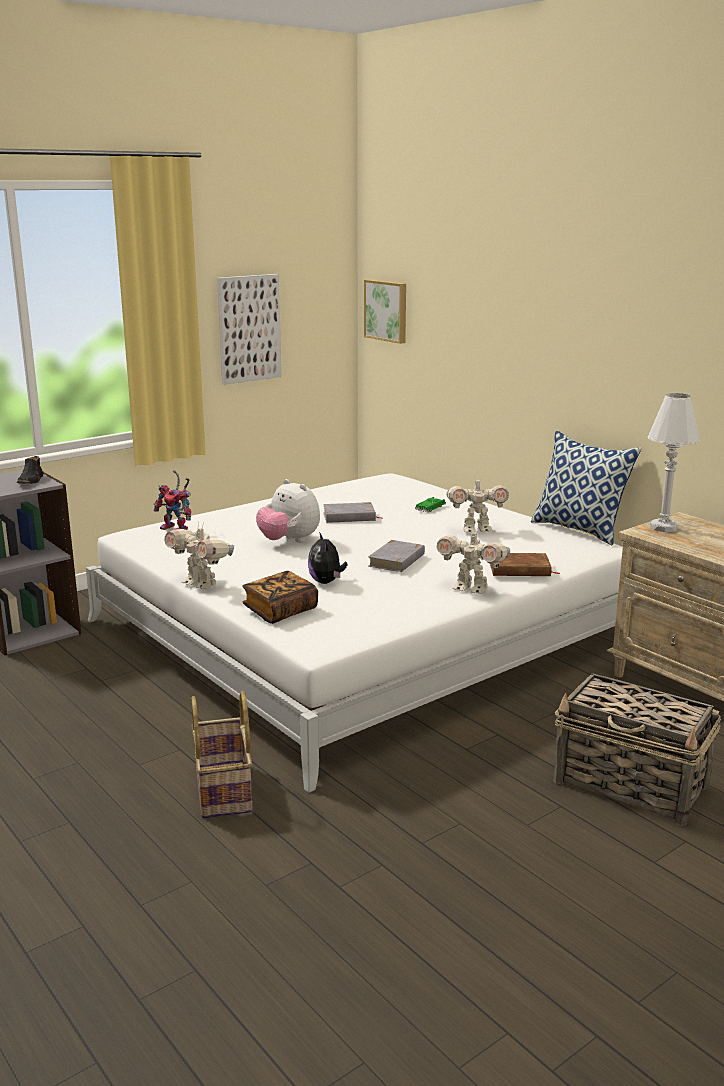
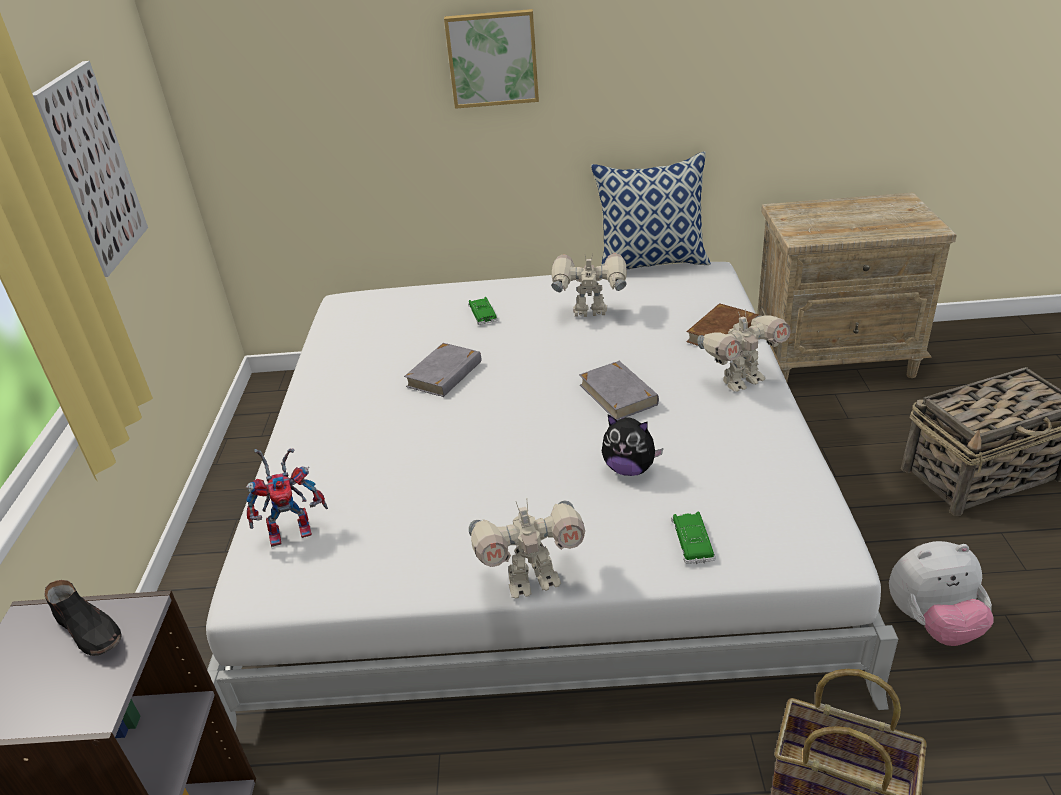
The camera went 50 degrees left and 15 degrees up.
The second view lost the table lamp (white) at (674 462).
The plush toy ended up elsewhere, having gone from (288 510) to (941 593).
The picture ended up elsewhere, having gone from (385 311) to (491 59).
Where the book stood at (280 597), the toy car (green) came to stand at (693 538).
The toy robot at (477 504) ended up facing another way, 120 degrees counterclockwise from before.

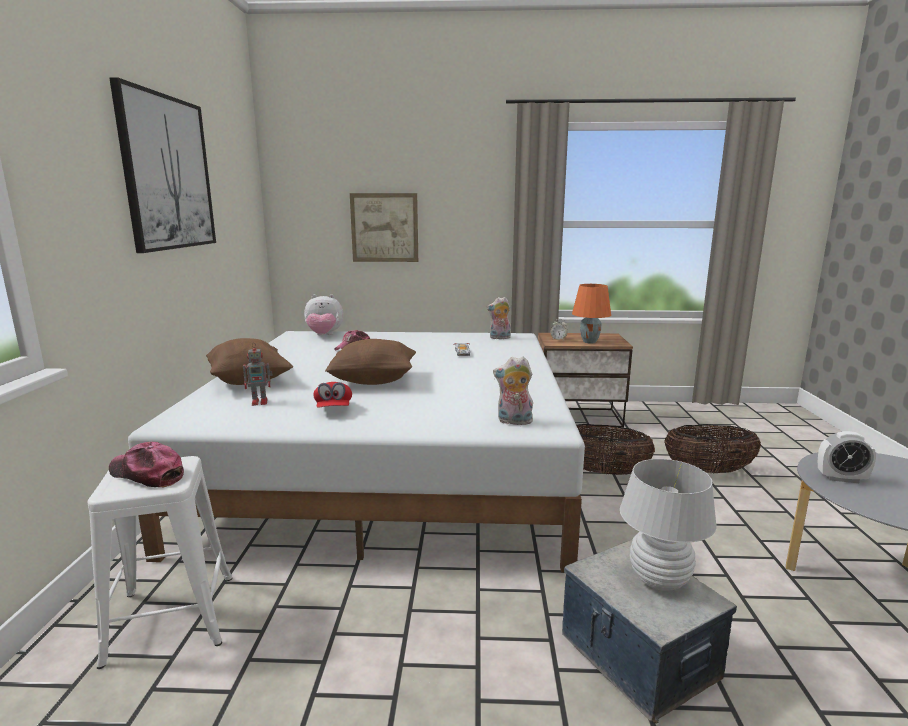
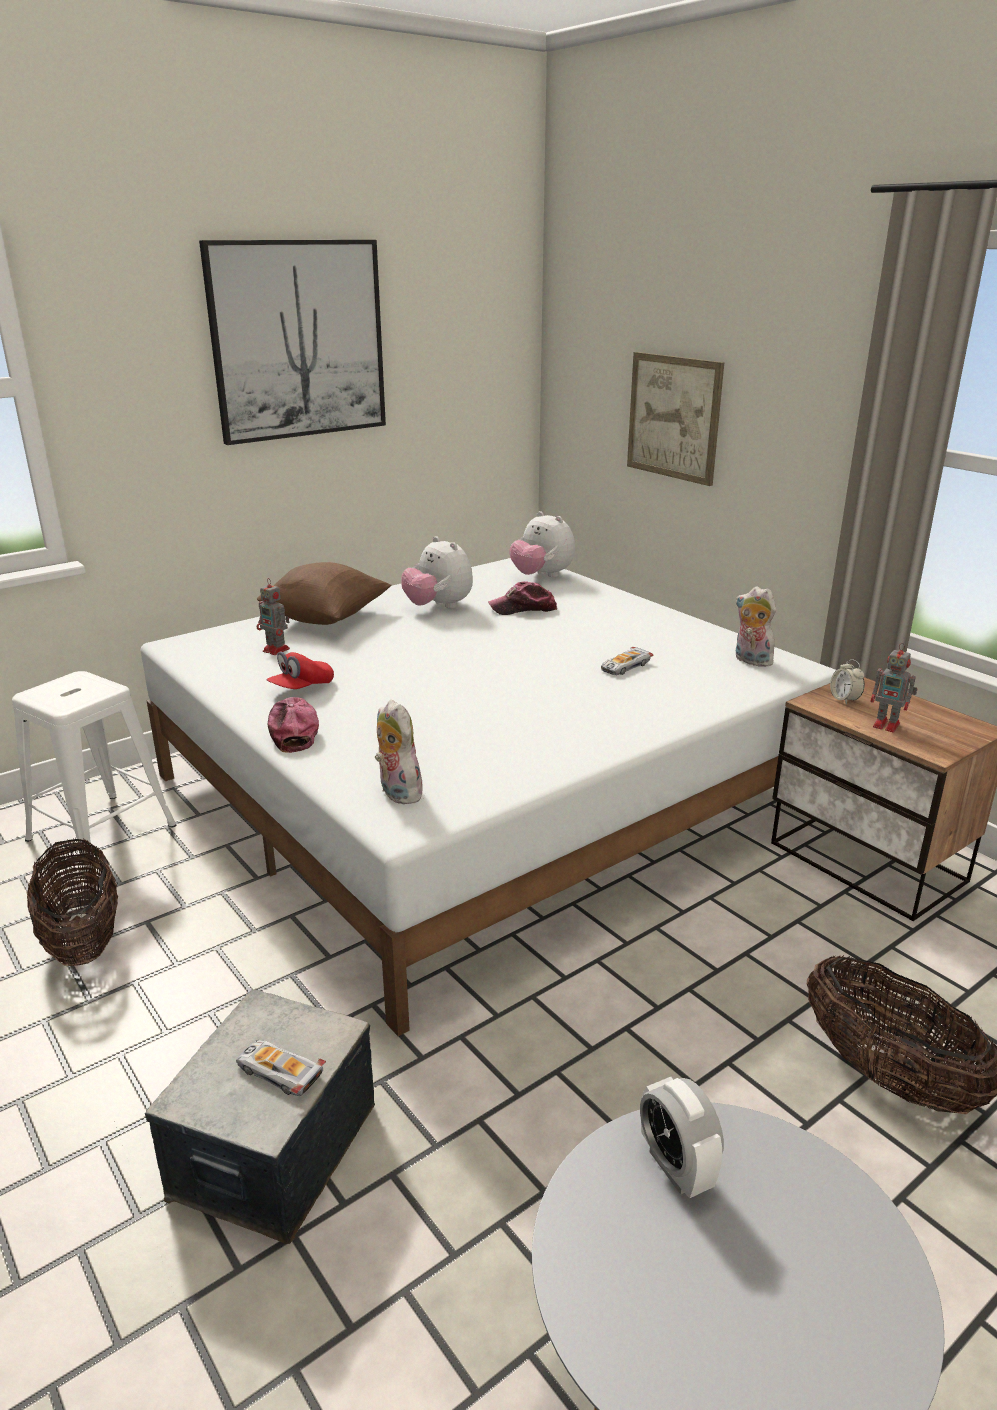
The camera went 50 degrees right and 10 degrees up.
The second view lost the pillow (brown) at (370 362).
The second view gained the plush toy at (437 572).
The cap ended up elsewhere, having gone from (146 464) to (293 725).
The basket ended up elsewhere, having gone from (615 449) to (72 902).
Where the table lamp (orange) stood at (591 313), the toy robot came to stand at (894 687).
Where the table lamp (white) stood at (668 525), the toy car came to stand at (281 1068).

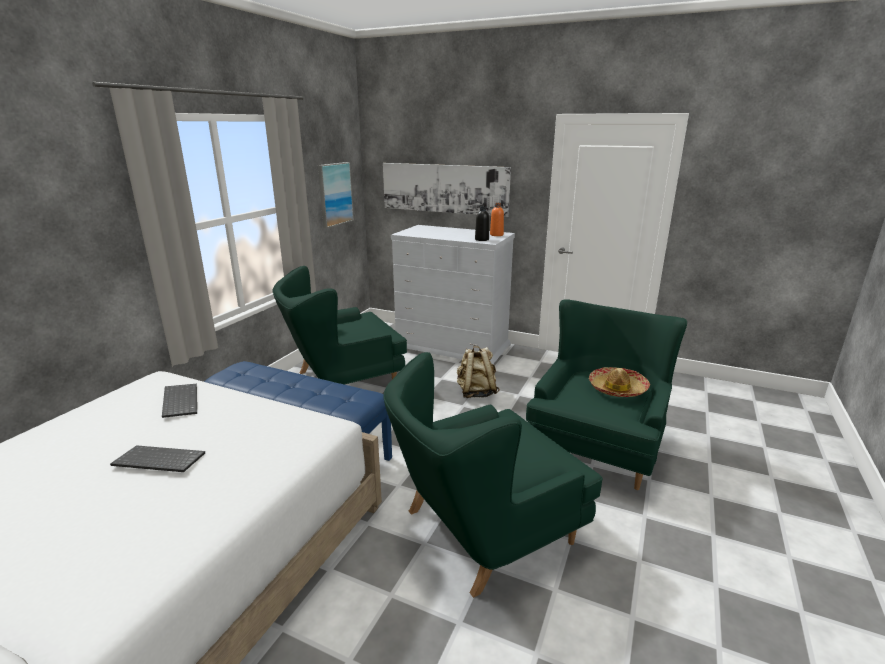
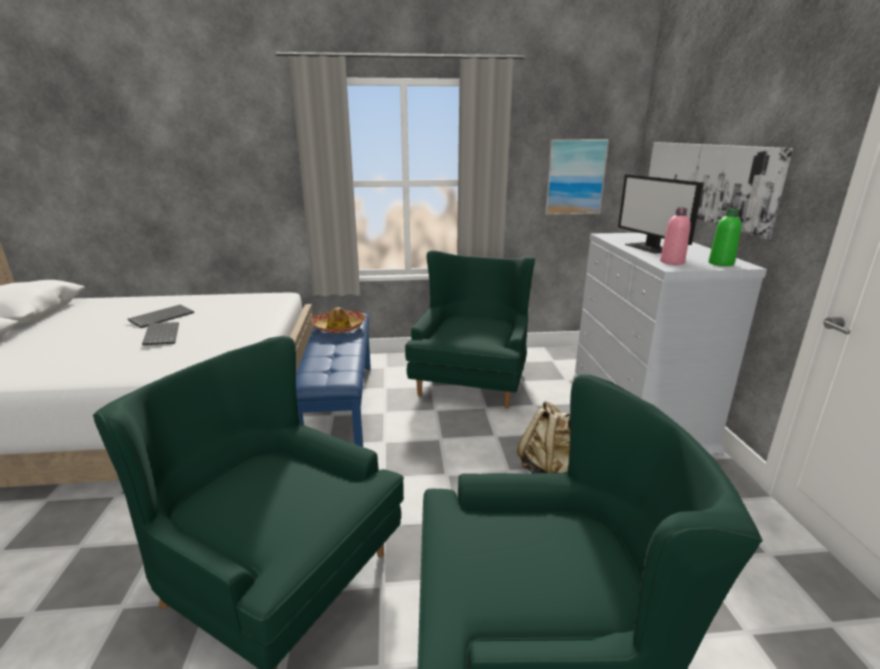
The camera went 60 degrees right and 0 degrees up.
The second view gained the monitor at (661 214).
The keyboard ended up elsewhere, having gone from (179 401) to (161 316).
The hat ended up elsewhere, having gone from (619 382) to (338 320).
What was the bottle (black) at (482 223) turned into the bottle (pink) at (675 236).
What was the bottle (orange) at (497 219) turned into the bottle (green) at (725 237).
The armchair (green) at (340 325) ended up facing another way, 75 degrees clockwise from before.

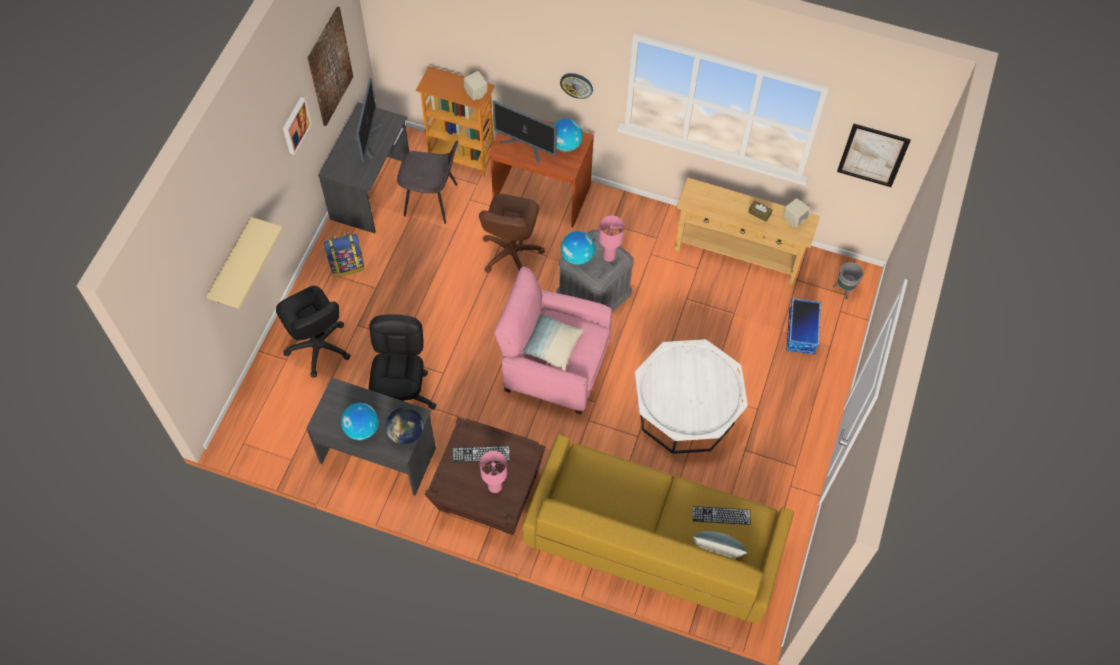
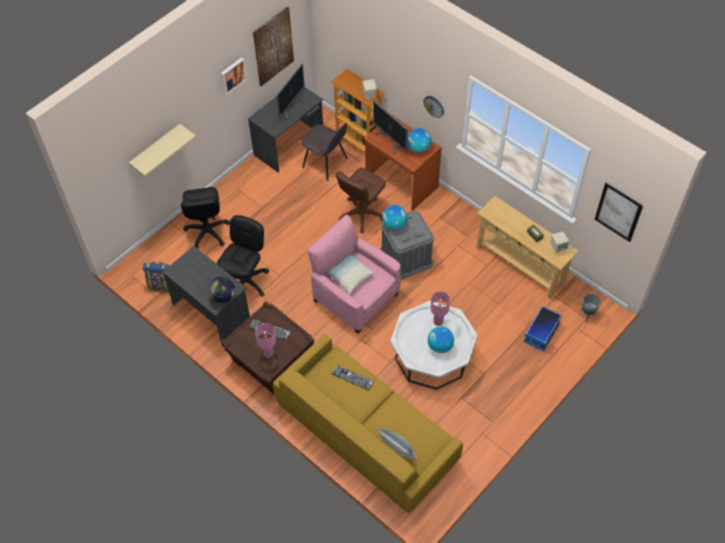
The camera went 25 degrees right and 5 degrees down.
The backpack ended up elsewhere, having gone from (344 255) to (156 277).
The globe ended up elsewhere, having gone from (360 421) to (441 340).
The table lamp (pink) ended up elsewhere, having gone from (611 238) to (440 308).
The keyboard ended up elsewhere, having gone from (721 515) to (353 377).

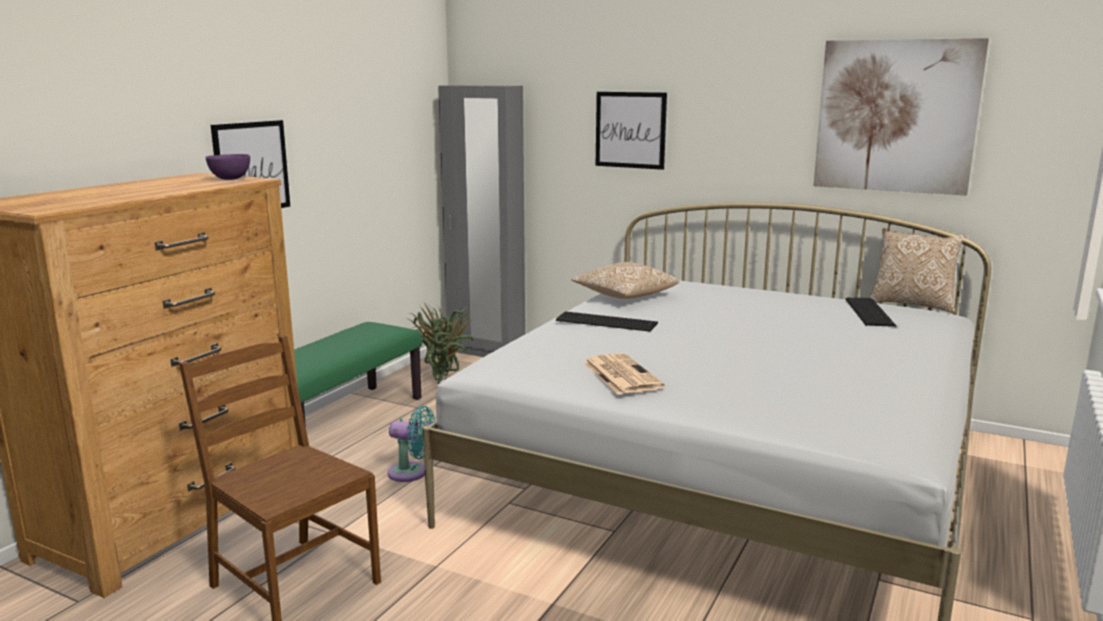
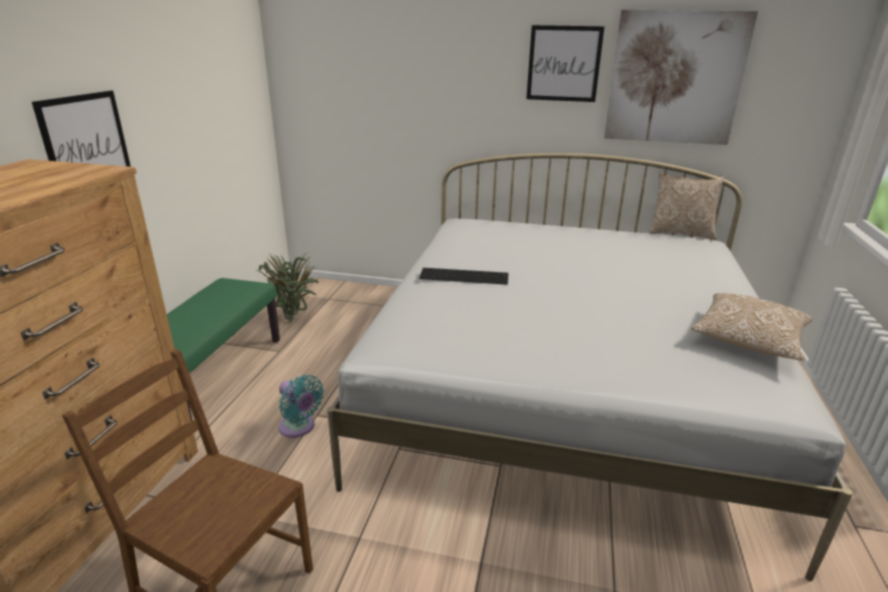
The camera went 15 degrees left and 10 degrees up.
The second view lost the bowl (purple) at (227 167).
The second view lost the wardrobe (grey) at (481 221).
The second view lost the newspaper at (624 374).
The second view lost the keyboard at (870 312).
The pillow ended up elsewhere, having gone from (625 280) to (751 327).
The picture ended up elsewhere, having gone from (631 131) to (565 63).
The fan (turquoise) at (411 444) ended up facing another way, 45 degrees clockwise from before.

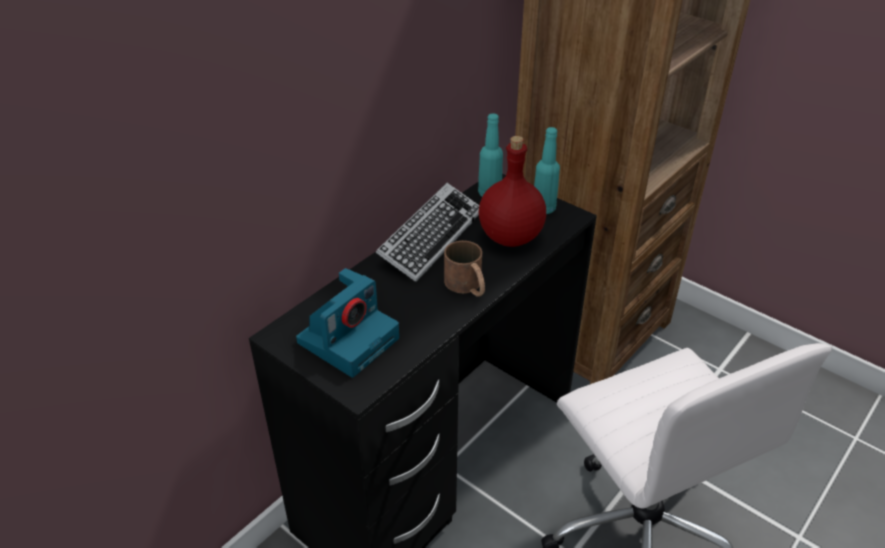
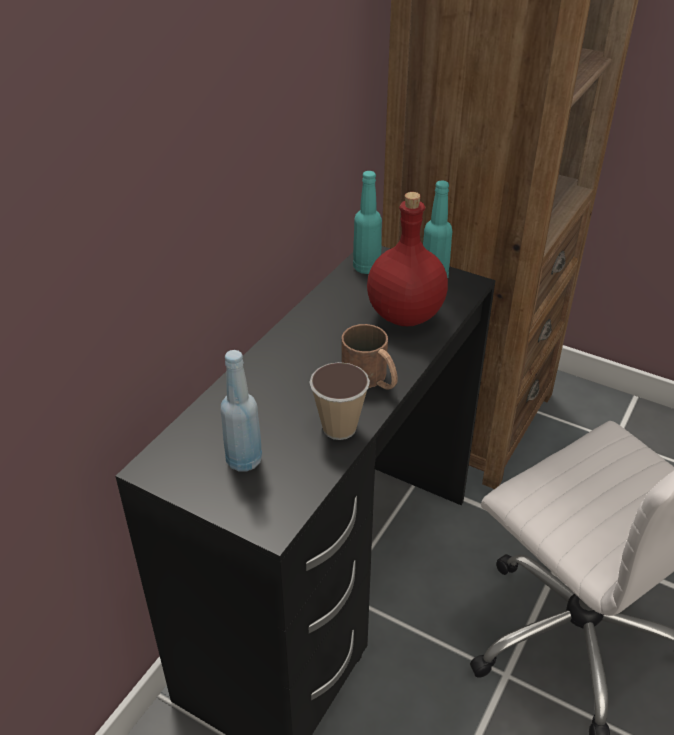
The camera went 10 degrees left and 0 degrees up.
The second view lost the keyboard at (427 232).
The second view gained the cup at (339 401).
Where the photo camera stood at (347 322), the bottle (blue) came to stand at (241 410).

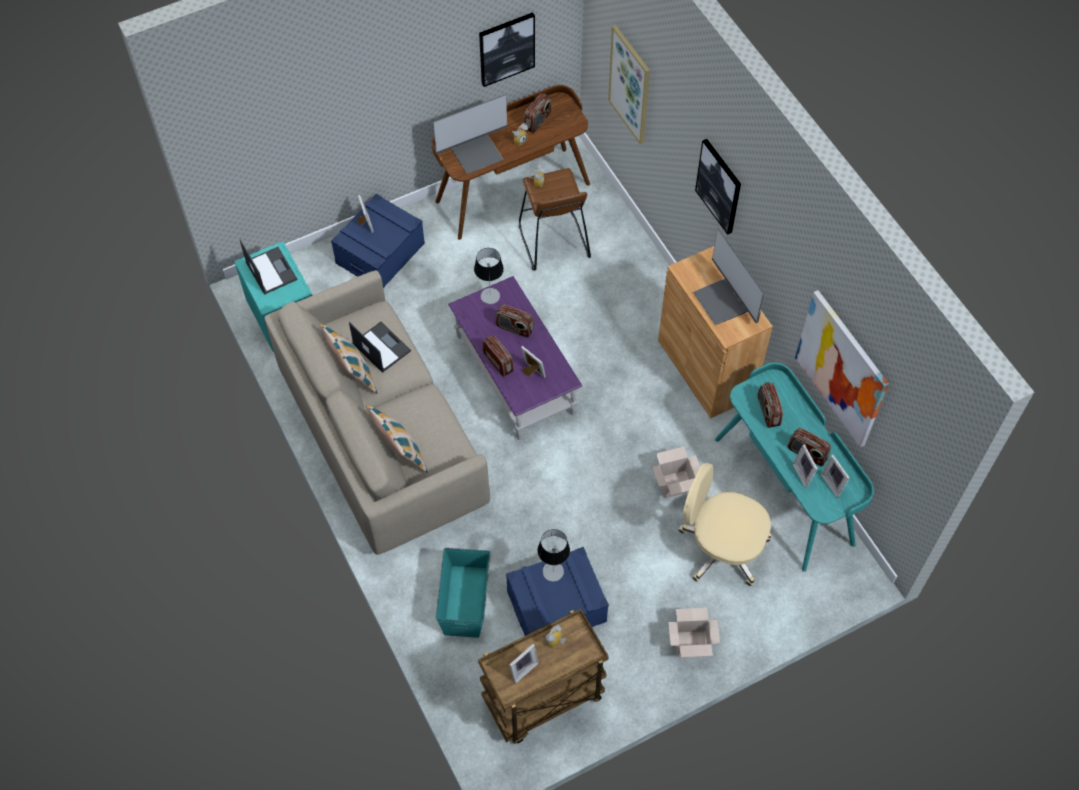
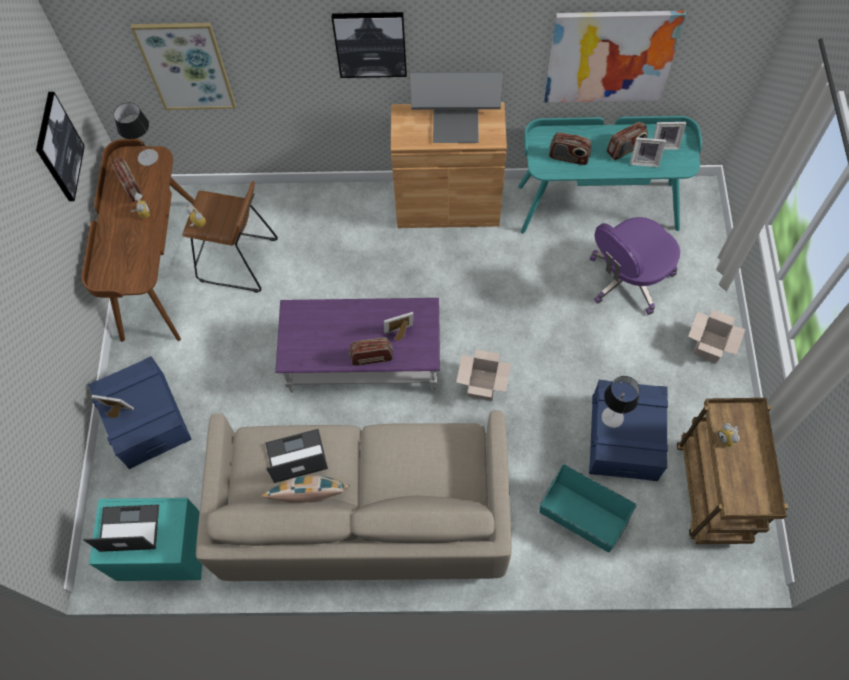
The camera went 60 degrees left and 5 degrees up.
The second view lost the pillow at (397 439).
The second view lost the monitor at (470 134).
The second view lost the radio at (514 321).
The second view lost the picture frame at (524 664).
The table lamp ended up elsewhere, having gone from (489 276) to (136 134).
The cardboard box ended up elsewhere, having gone from (676 472) to (483 375).
What was the office chair (beige) at (724 524) turned into the office chair (purple) at (635 266).

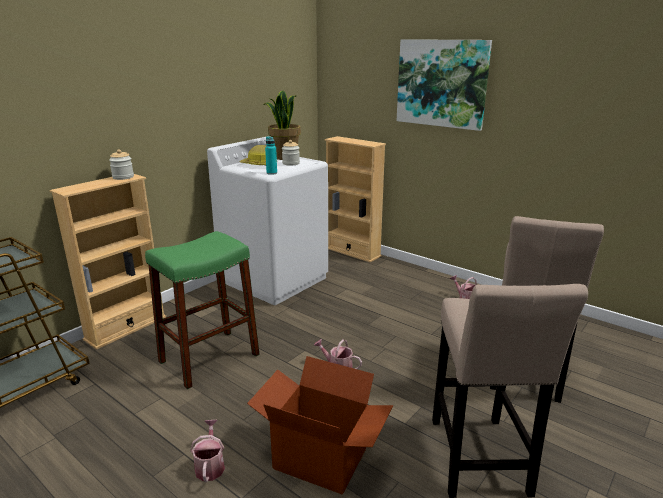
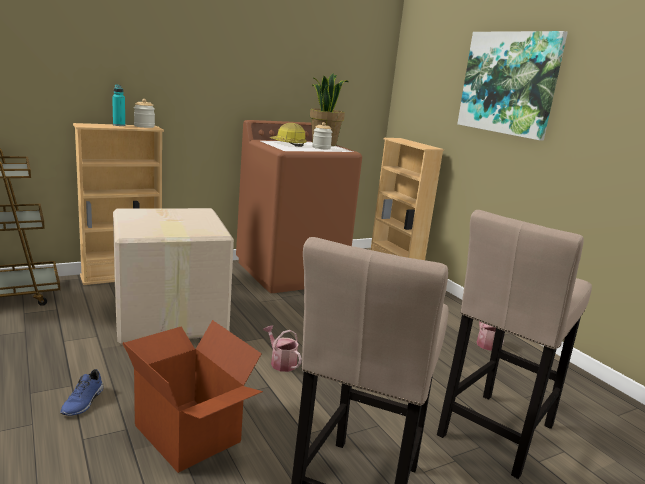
The camera went 20 degrees right and 5 degrees down.
The bottle (turquoise) ended up elsewhere, having gone from (271 155) to (118 105).
Where the stool (green) stood at (202 310), the cardboard box came to stand at (173 276).
Where the watering can stood at (207 451), the shoe (blue) came to stand at (82 392).
What was the washing machine (white) at (267 220) turned into the washing machine (brown) at (299 206).

